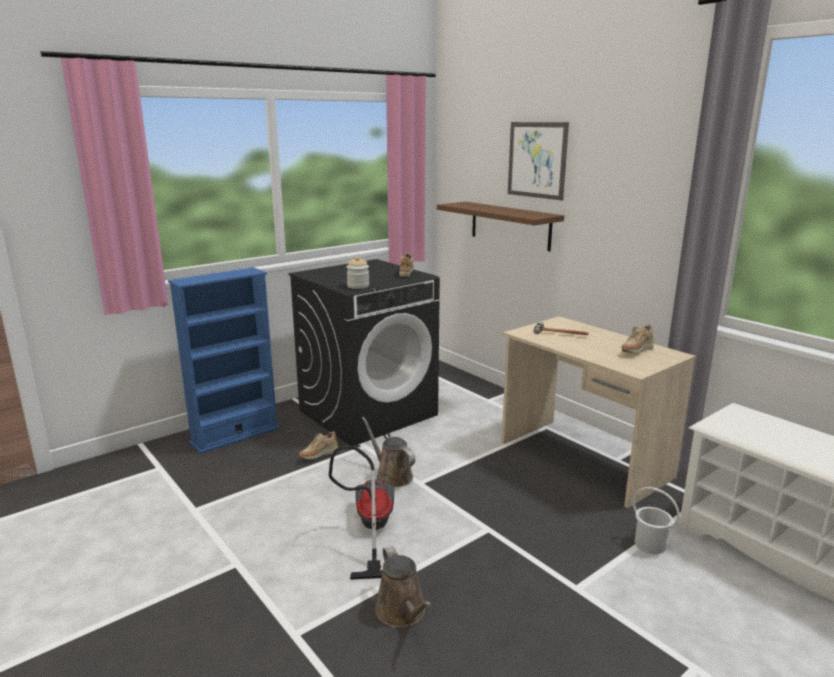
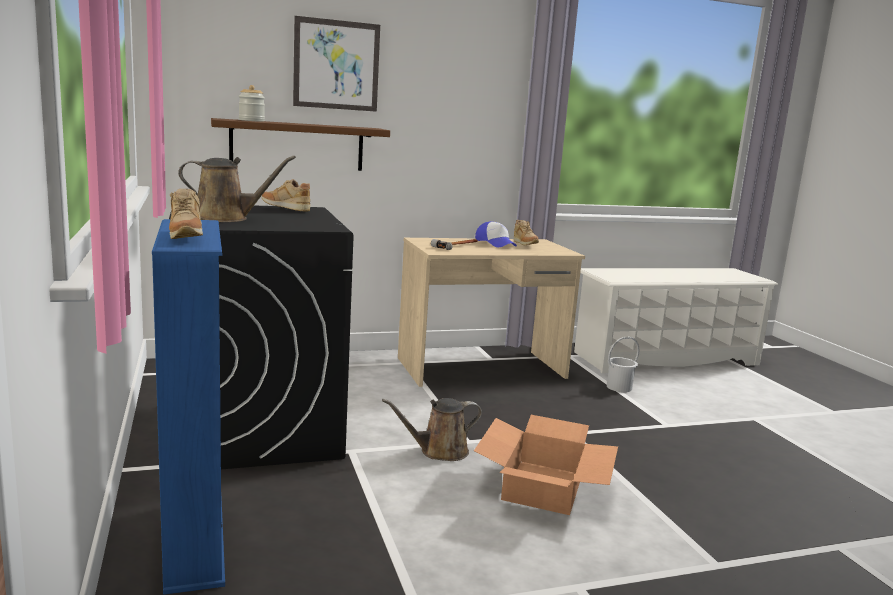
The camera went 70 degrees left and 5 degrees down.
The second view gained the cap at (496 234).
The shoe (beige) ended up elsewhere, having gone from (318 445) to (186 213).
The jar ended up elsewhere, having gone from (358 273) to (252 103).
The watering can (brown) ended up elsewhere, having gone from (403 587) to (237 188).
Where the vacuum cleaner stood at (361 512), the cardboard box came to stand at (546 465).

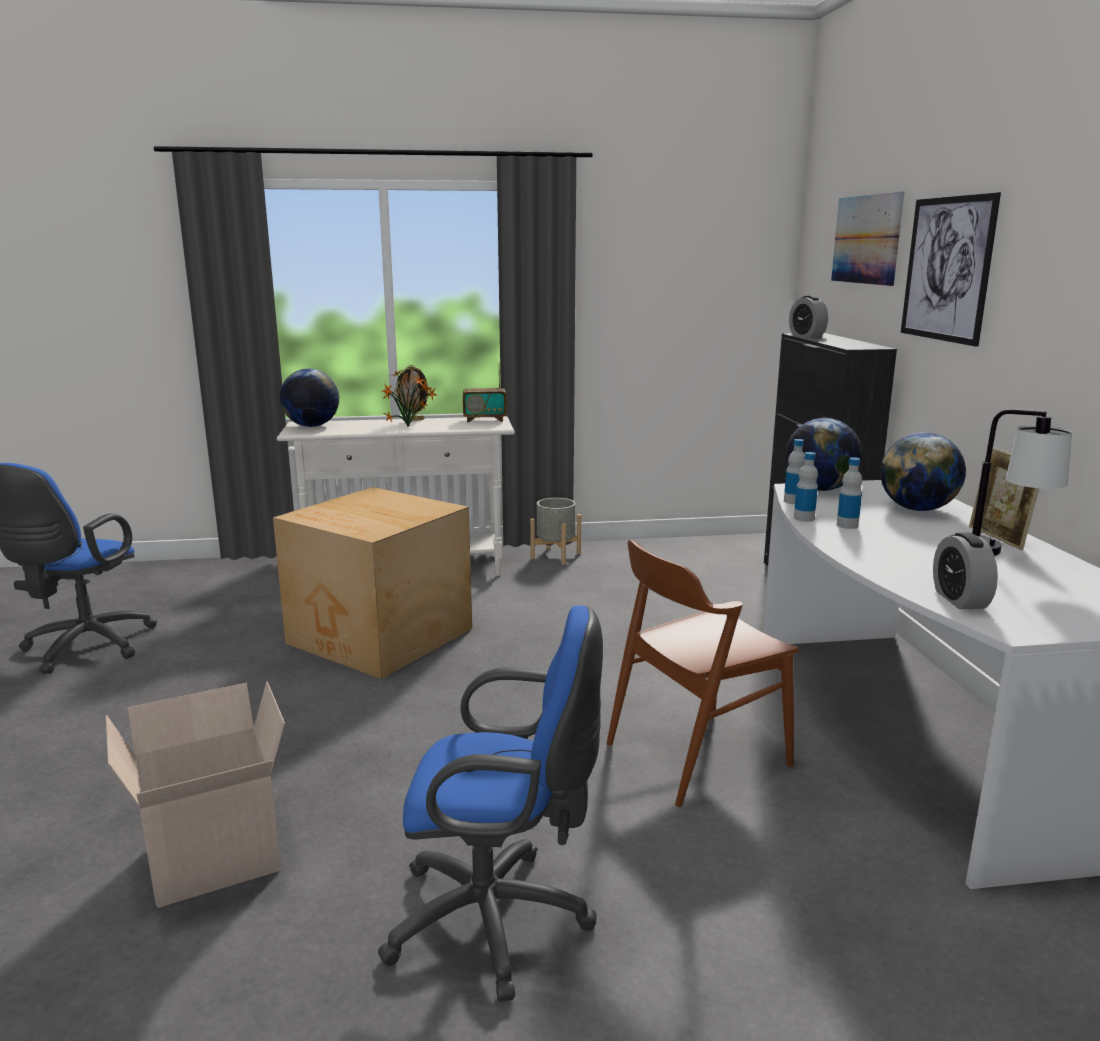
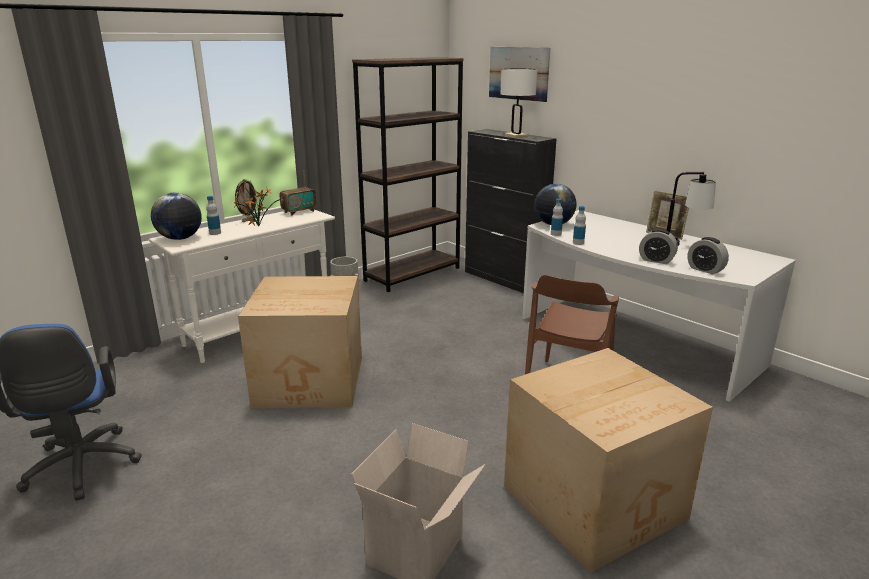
The camera went 35 degrees left and 5 degrees up.
The second view lost the globe at (923 471).
The second view lost the picture at (951 269).
The second view gained the bookcase (brown) at (408 174).
The second view gained the table lamp (white) at (518 103).
The alarm clock ended up elsewhere, having gone from (808 316) to (658 246).
The bottle ended up elsewhere, having gone from (849 493) to (213 215).
Where the office chair (blue) stood at (490 803), the cardboard box came to stand at (608 460).

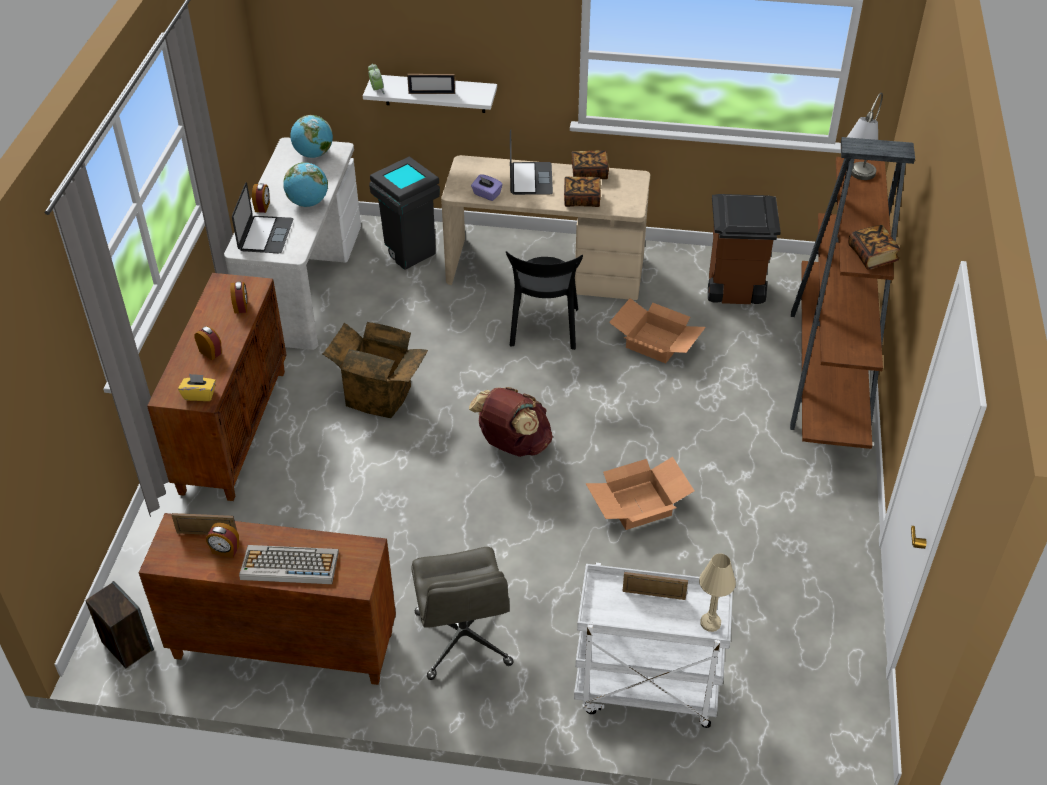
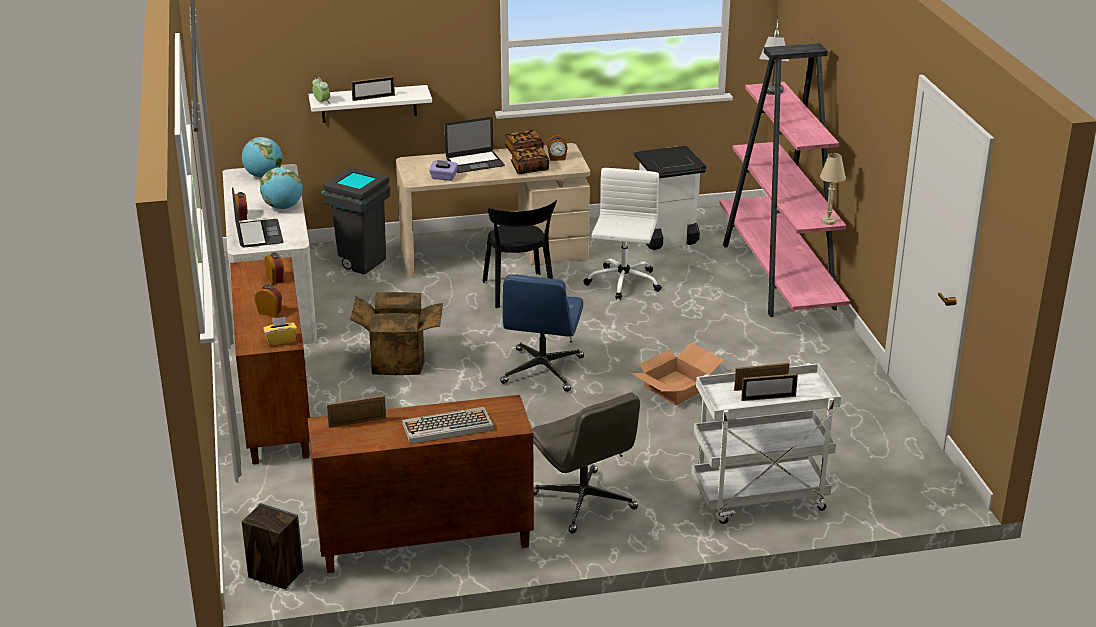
The camera went 20 degrees left and 15 degrees down.
The second view lost the book at (874 247).
The second view gained the picture frame at (769 387).
The alarm clock ended up elsewhere, having gone from (222 540) to (557 148).
The table lamp (beige) ended up elsewhere, having gone from (717 592) to (833 189).
Where the backpack (brown) stood at (511 422), the office chair (blue) came to stand at (542 333).
Where the cardboard box stood at (657 330), the office chair (white) came to stand at (623 234).
What was the trash can (brown) at (744 249) turned into the trash can (white) at (670 198).
What was the bookcase (brown) at (852 293) turned into the bookcase (pink) at (784 180).
The laptop at (531 162) ended up facing another way, 90 degrees clockwise from before.

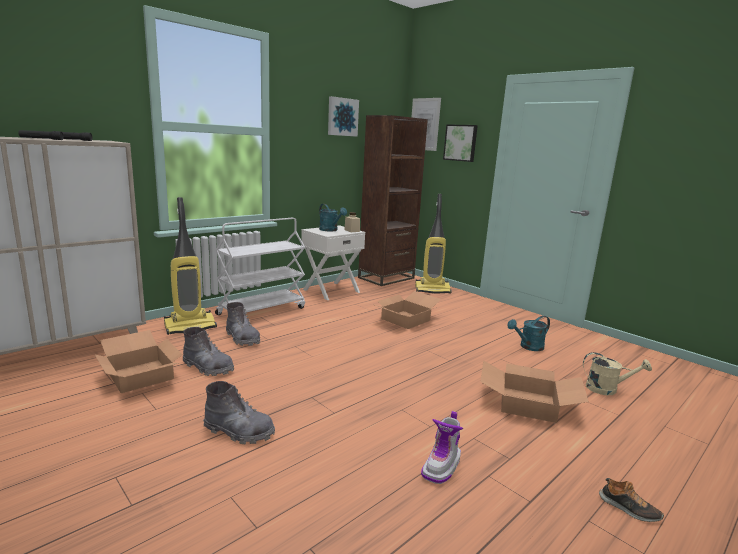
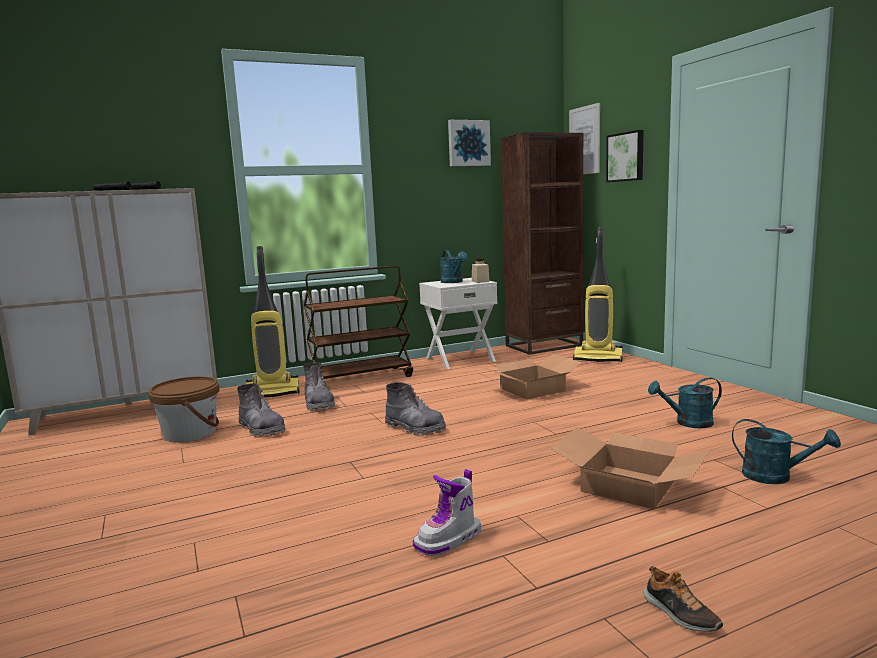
The camera went 20 degrees right and 5 degrees down.
The boot (grey) ended up elsewhere, having gone from (239 412) to (415 409).
Where the cardboard box stood at (138 361), the bucket (brown) came to stand at (183 409).
What was the cart (white) at (260 266) turned into the cart (brown) at (358 322).
What was the watering can (beige) at (617 373) turned into the watering can (turquoise) at (786 451).

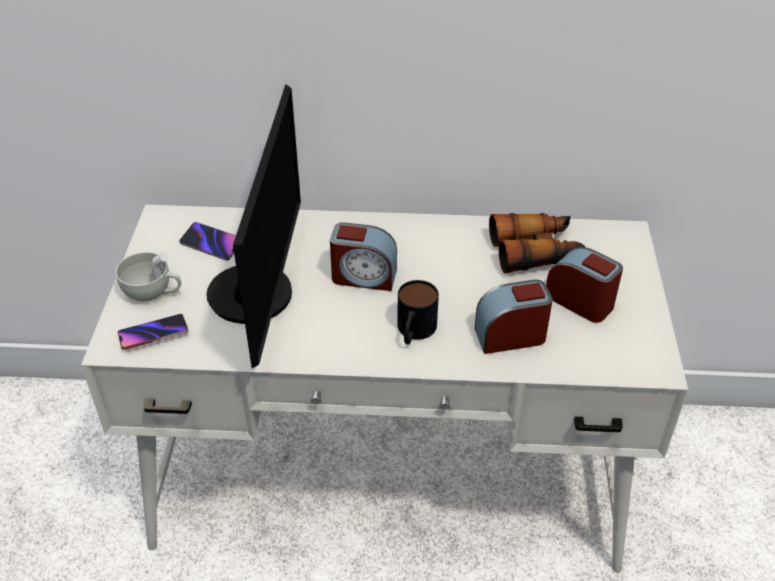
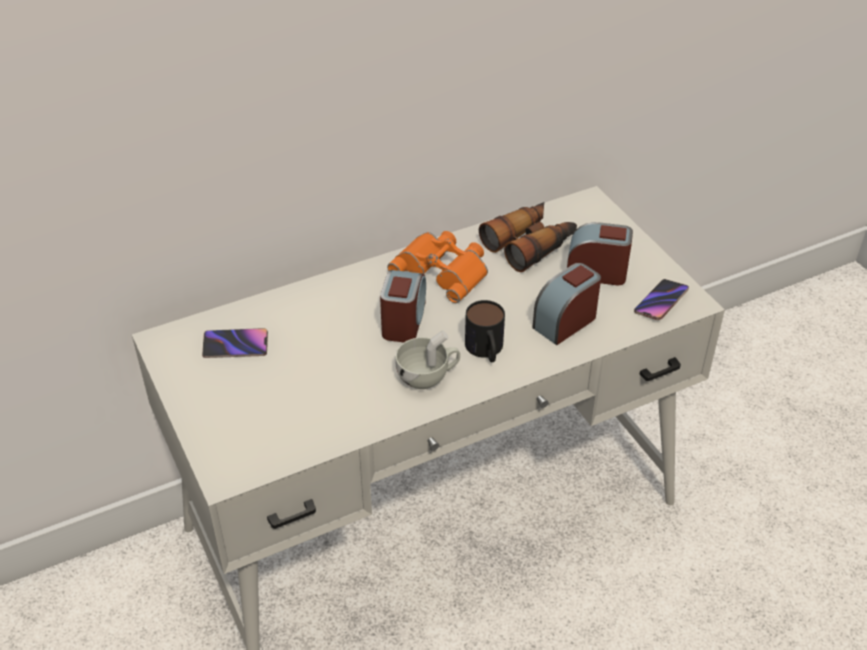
The camera went 30 degrees left and 0 degrees up.
The second view lost the monitor at (253 226).
The second view gained the binoculars (orange) at (437 267).
The cup (white) ended up elsewhere, having gone from (148 277) to (427 359).
The phone ended up elsewhere, having gone from (153 332) to (661 299).
The alarm clock at (363 256) ended up facing another way, 60 degrees counterclockwise from before.

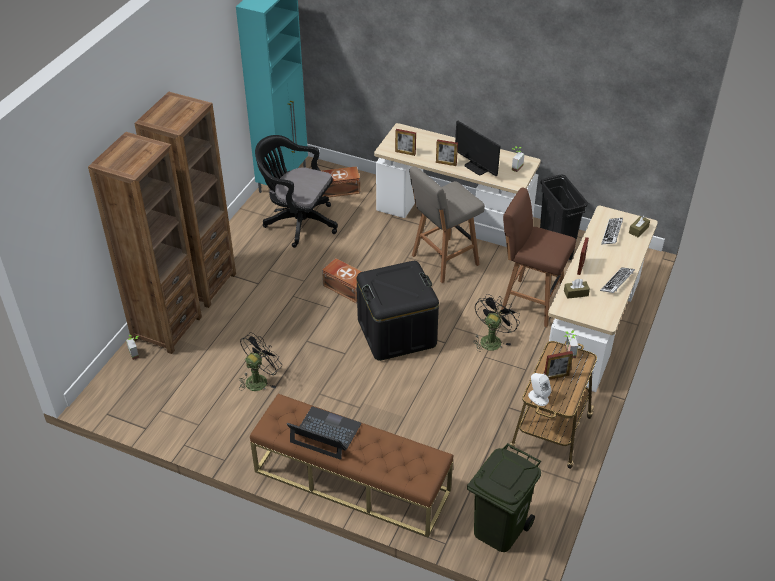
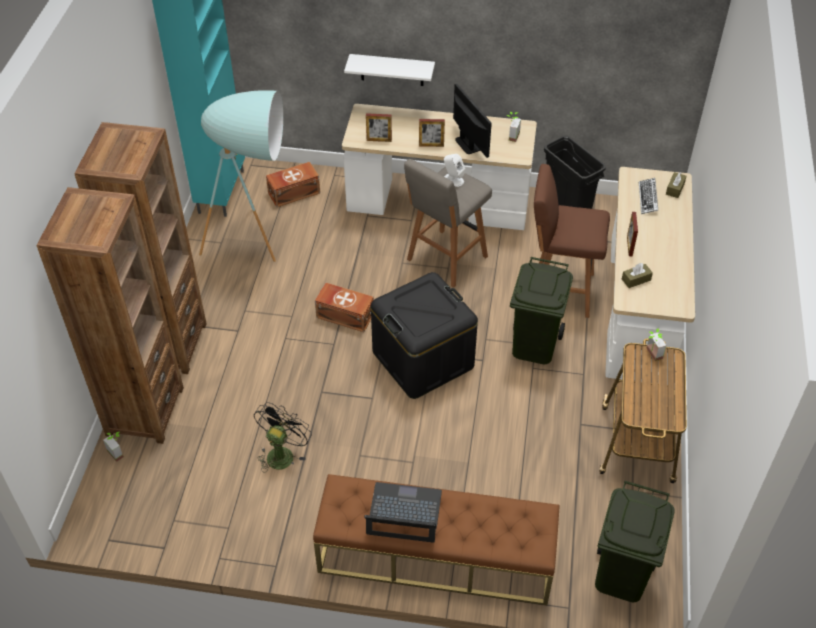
The camera went 15 degrees left and 5 degrees up.
The second view lost the picture frame at (558 365).
The second view lost the keyboard at (617 280).
The second view gained the shelf (white) at (389 70).
The speaker (white) ended up elsewhere, having gone from (539 389) to (454 170).
Where the office chair (black) stood at (296 191), the floor lamp (turquoise) came to stand at (241 176).
Where the fan (black) stood at (496 323), the trash can (green) came to stand at (541 310).
The monitor at (477 148) ended up facing another way, 150 degrees counterclockwise from before.

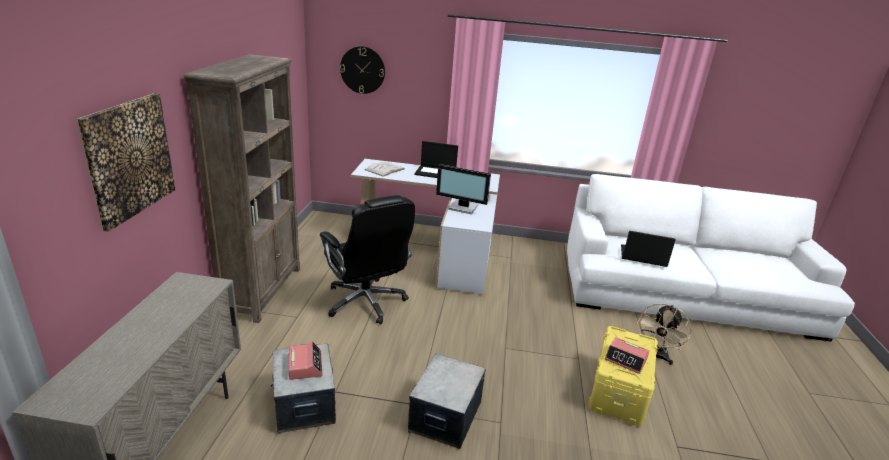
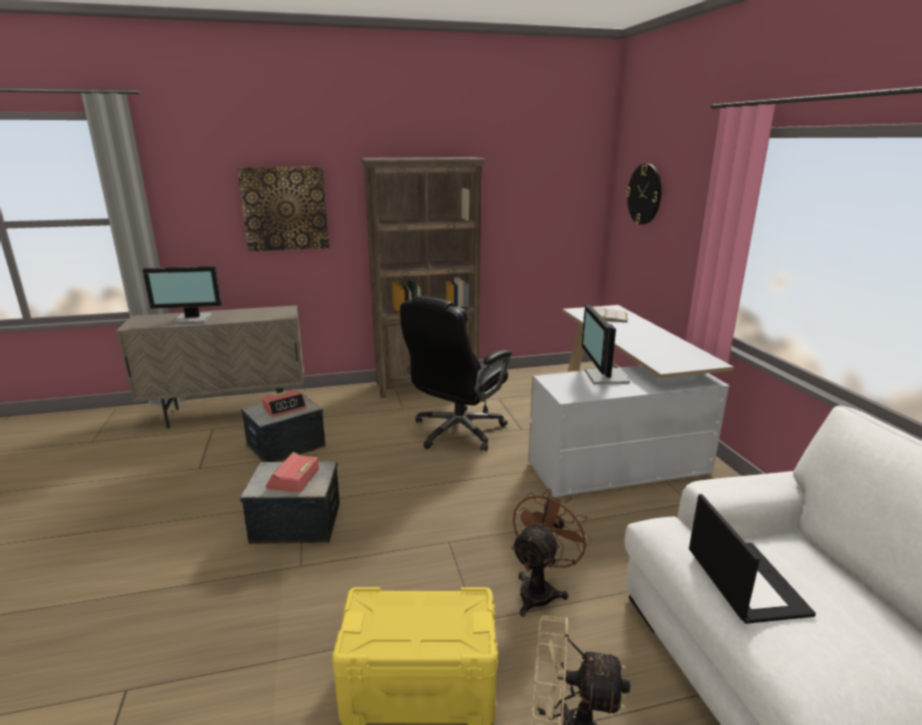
The camera went 70 degrees right and 5 degrees down.
The second view lost the laptop at (436 159).
The second view gained the monitor at (182 295).
The second view gained the fan (brown) at (551 553).
The alarm clock ended up elsewhere, having gone from (627 355) to (292 472).

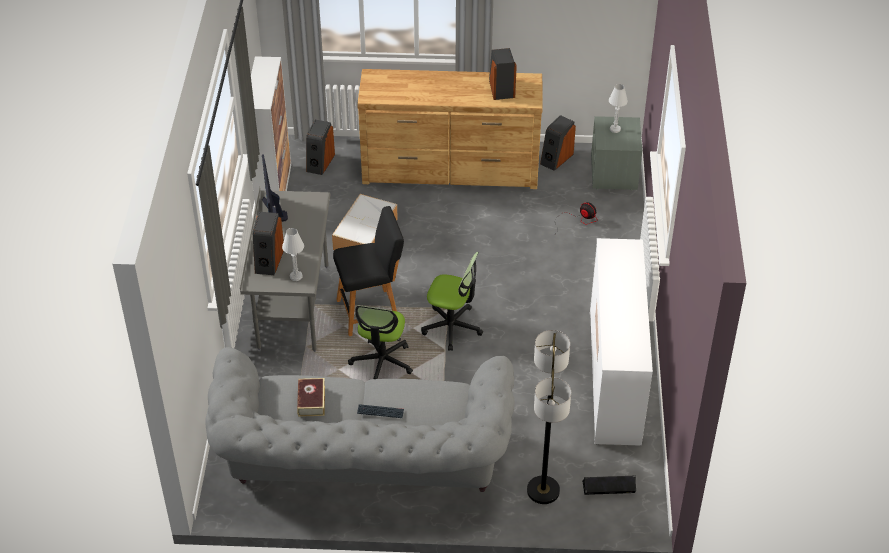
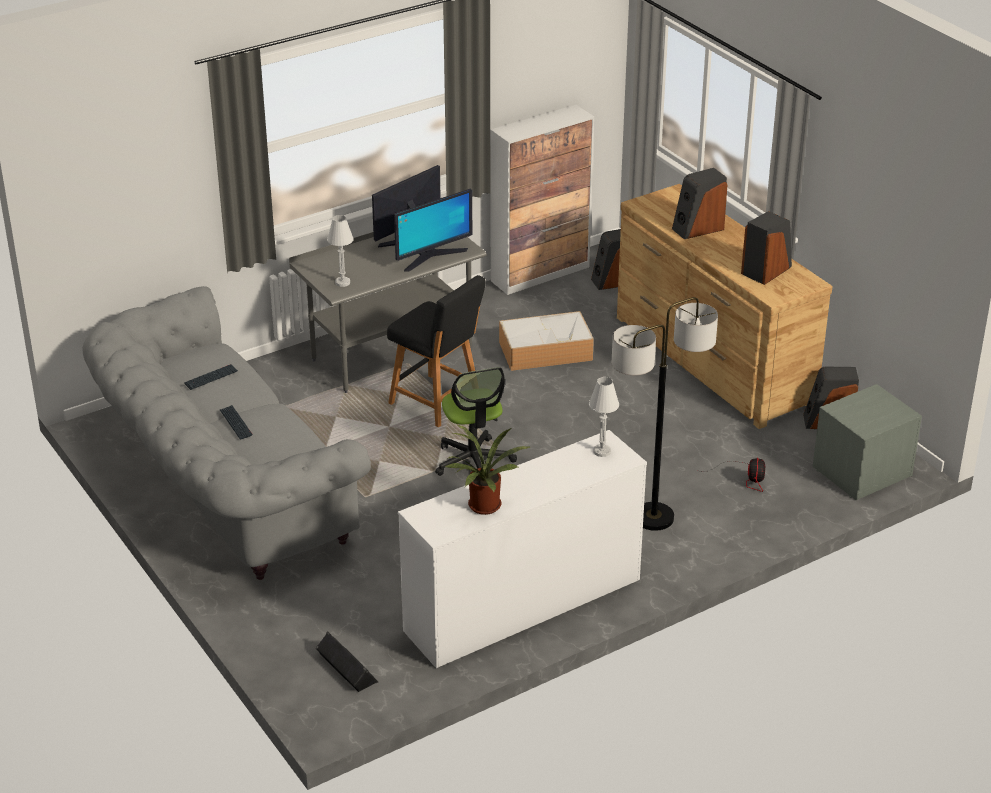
The camera went 55 degrees right and 10 degrees down.
The second view lost the office chair at (380 342).
The second view gained the monitor at (433 230).
The second view gained the potted plant at (487 469).
The speaker ended up elsewhere, having gone from (268 243) to (700 203).
The floor lamp ended up elsewhere, having gone from (549 417) to (665 414).
The table lamp (white) ended up elsewhere, having gone from (618 108) to (604 417).
Where the book stood at (311 397), the keyboard came to stand at (211 377).

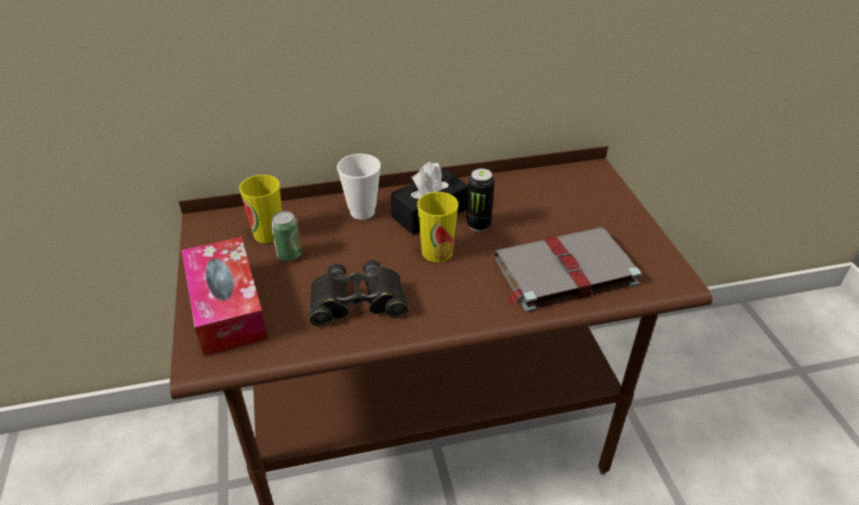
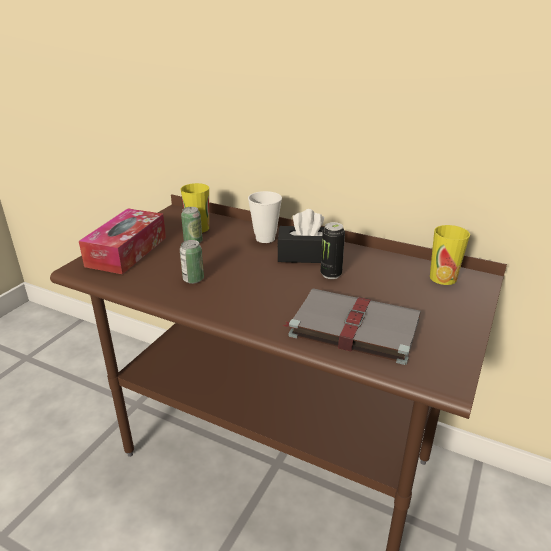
The camera went 40 degrees right and 10 degrees down.
The cup ended up elsewhere, having gone from (437 227) to (450 255).
Where the binoculars (black) stood at (359 293), the can came to stand at (192 262).

